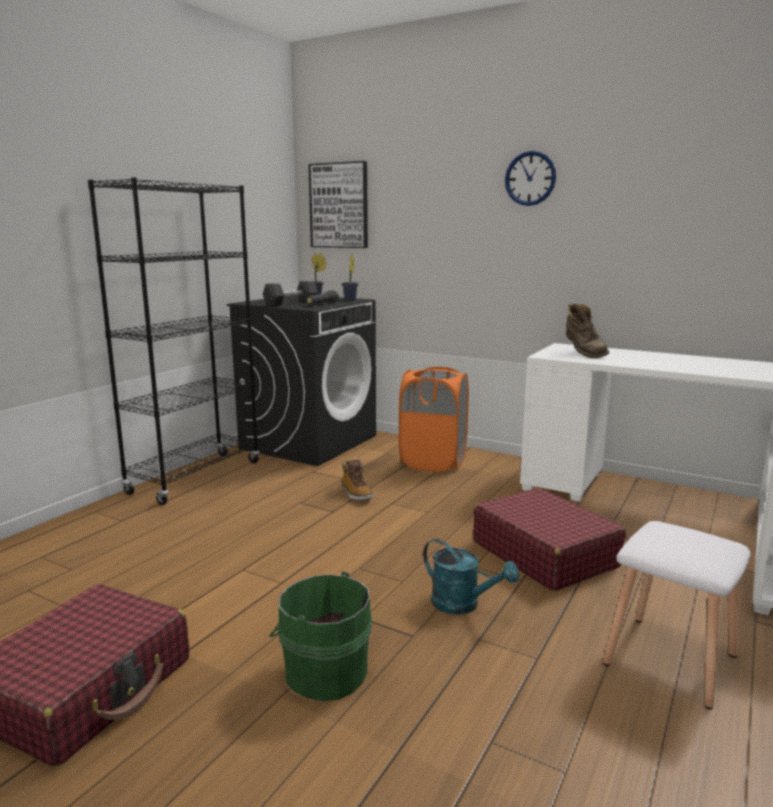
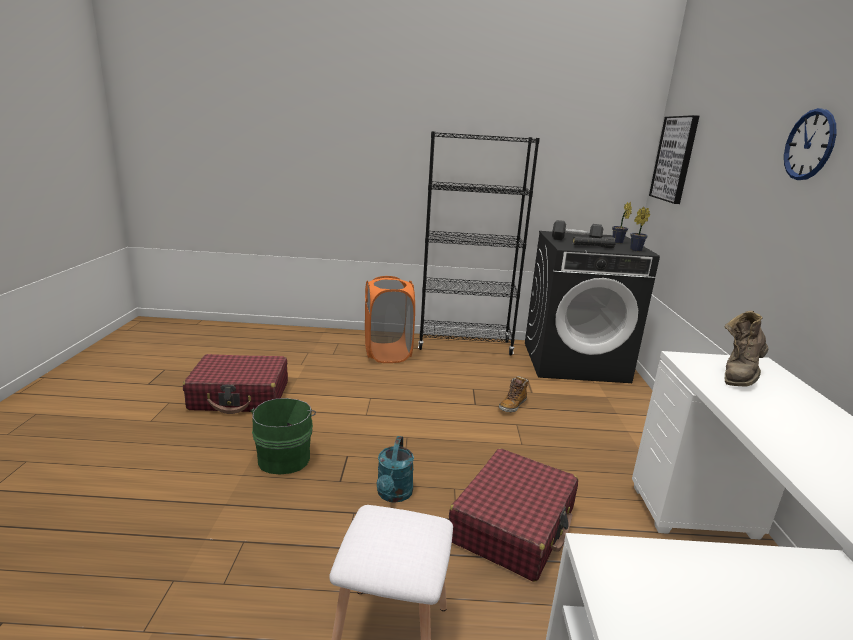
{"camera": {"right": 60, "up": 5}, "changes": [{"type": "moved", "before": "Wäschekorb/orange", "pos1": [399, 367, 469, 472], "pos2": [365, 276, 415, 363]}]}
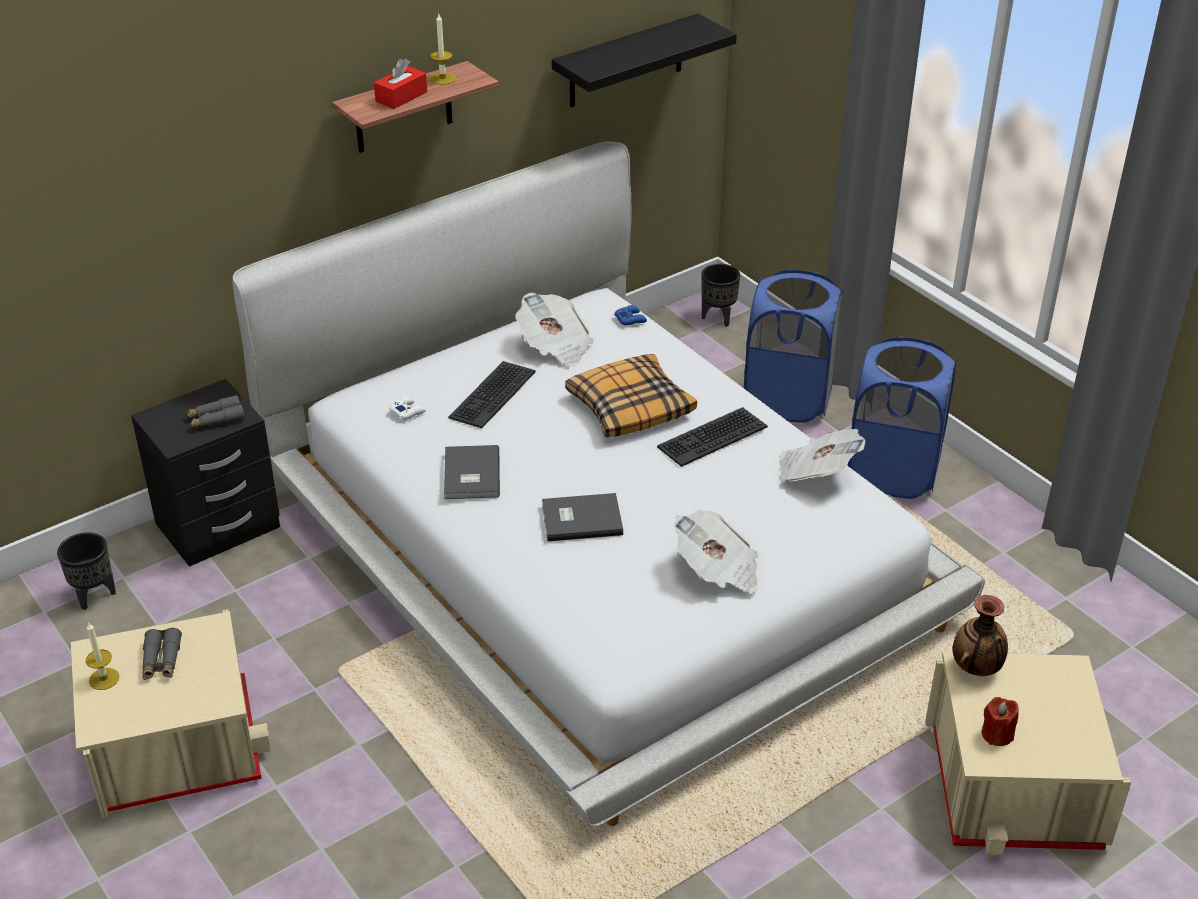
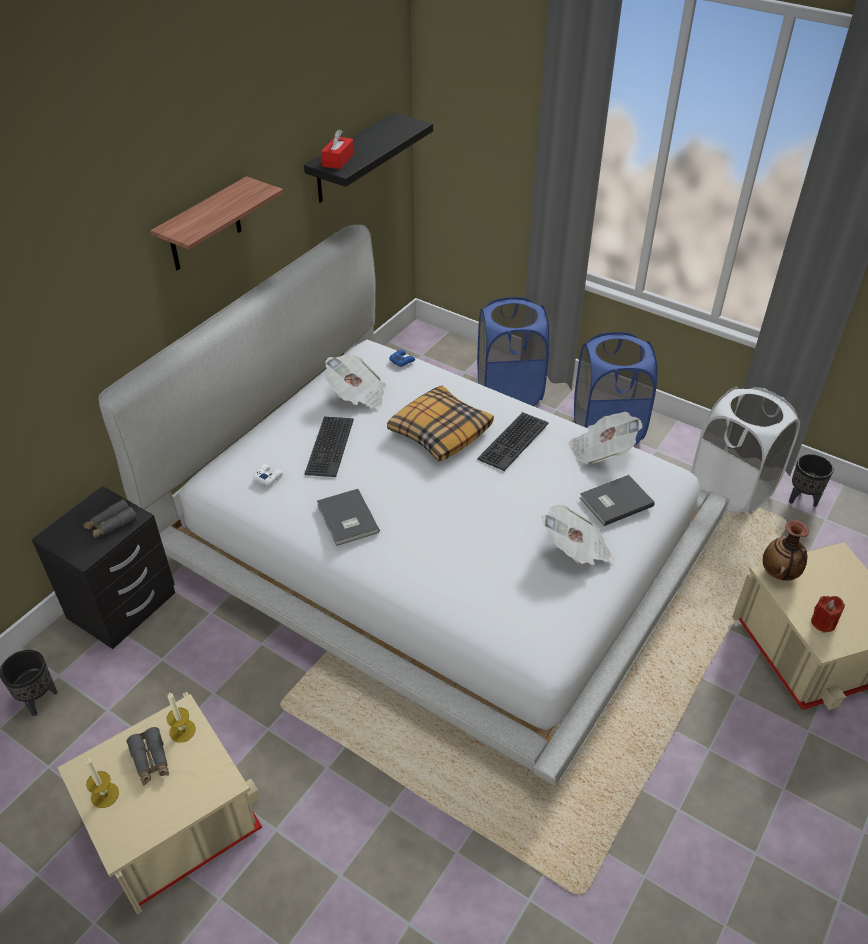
{"camera": {"right": -20, "up": 5}, "changes": [{"type": "added", "after": "Wäschekorb/weiß", "pos2": [692, 387, 800, 514]}, {"type": "moved", "before": "Taschentuchbox/rot", "pos1": [374, 59, 427, 109], "pos2": [321, 130, 354, 169]}, {"type": "moved", "before": "Kerze", "pos1": [430, 14, 456, 85], "pos2": [166, 692, 196, 743]}, {"type": "moved", "before": "Buch/grau", "pos1": [542, 493, 623, 542], "pos2": [580, 475, 655, 526]}, {"type": "moved", "before": "Pflanzkübel/schwarz", "pos1": [701, 264, 740, 327], "pos2": [789, 454, 834, 507]}]}
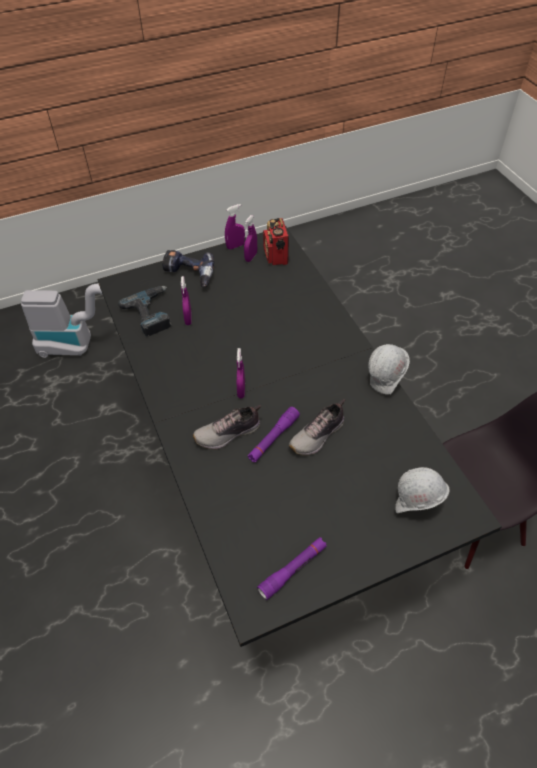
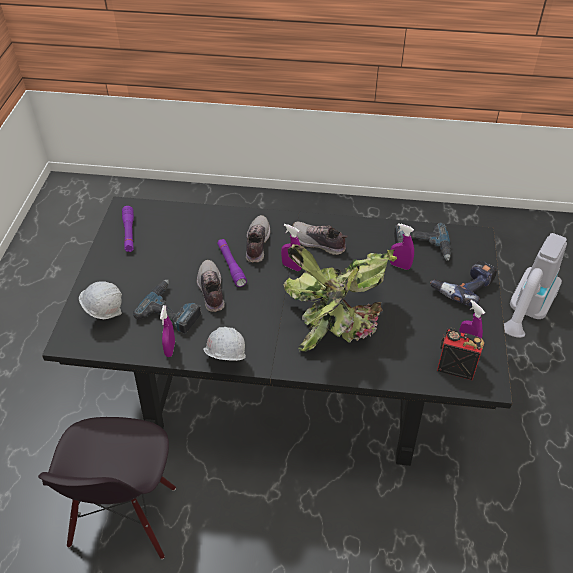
{"camera": {"right": 120, "up": -5}, "changes": [{"type": "added", "after": "Bohrmaschine", "pos2": [133, 280, 202, 334]}, {"type": "added", "after": "Topfpflanze", "pos2": [284, 244, 397, 351]}, {"type": "added", "after": "Schuh", "pos2": [293, 222, 348, 255]}, {"type": "moved", "before": "Sprühflasche/lila", "pos1": [225, 204, 245, 249], "pos2": [160, 305, 175, 357]}]}
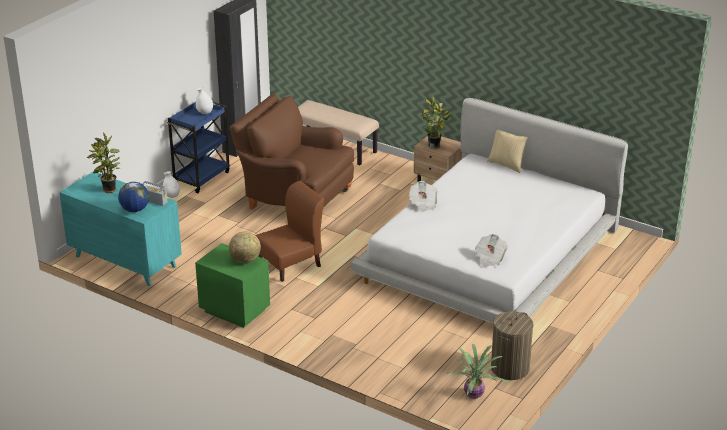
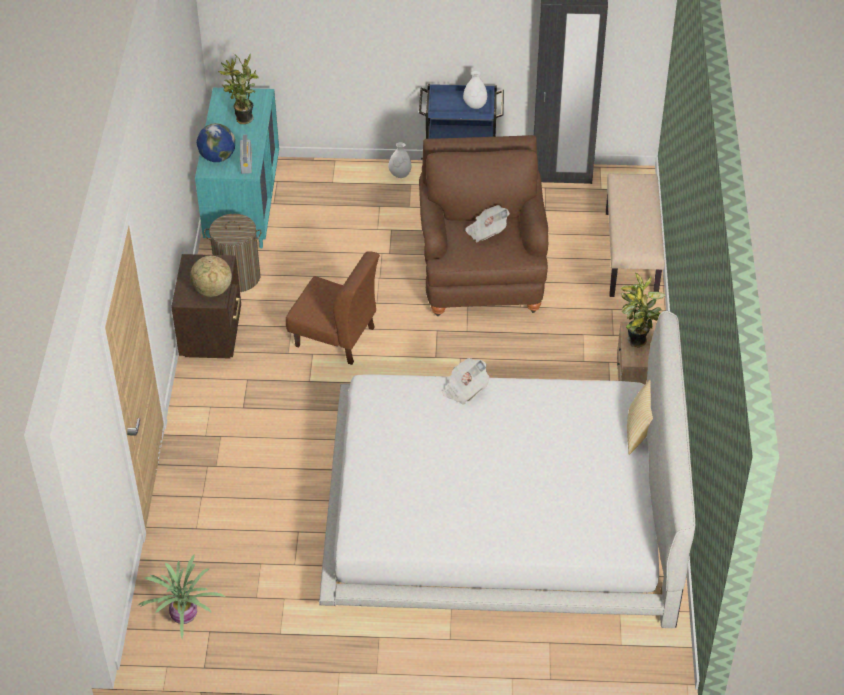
{"camera": {"right": 60, "up": 15}, "changes": [{"type": "moved", "before": "Zeitung", "pos1": [475, 234, 508, 267], "pos2": [465, 205, 510, 242]}, {"type": "moved", "before": "Wäschekorb", "pos1": [491, 311, 534, 380], "pos2": [204, 214, 262, 292]}, {"type": "recoloured", "before": "Nachttisch/grün", "after": "Nachttisch/braun", "pos1": [195, 243, 270, 328], "pos2": [171, 254, 241, 358]}]}
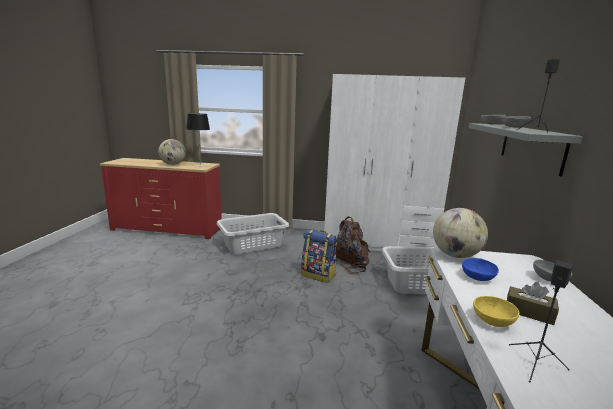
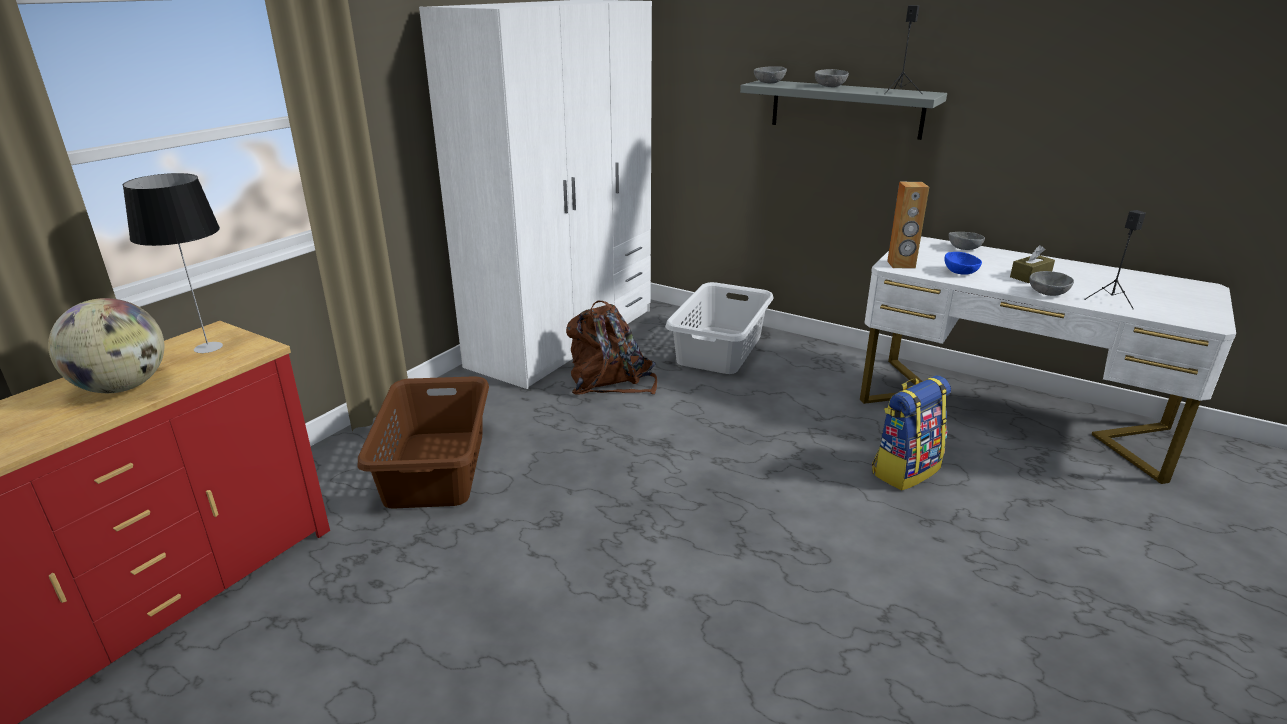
{"camera": {"right": -65, "up": 10}, "changes": [{"type": "moved", "before": "Rucksack", "pos1": [301, 230, 337, 283], "pos2": [872, 375, 951, 491]}, {"type": "replaced", "before": "Globus", "after": "Lautsprecher/braun", "pos1": [433, 208, 488, 258], "pos2": [887, 182, 929, 268]}, {"type": "recoloured", "before": "Wäschekorb/grau", "after": "Wäschekorb/braun", "pos1": [217, 213, 289, 255], "pos2": [357, 376, 489, 509]}, {"type": "recoloured", "before": "Schüssel/gelb", "after": "Schüssel/grau", "pos1": [473, 296, 520, 327], "pos2": [1029, 271, 1074, 296]}]}
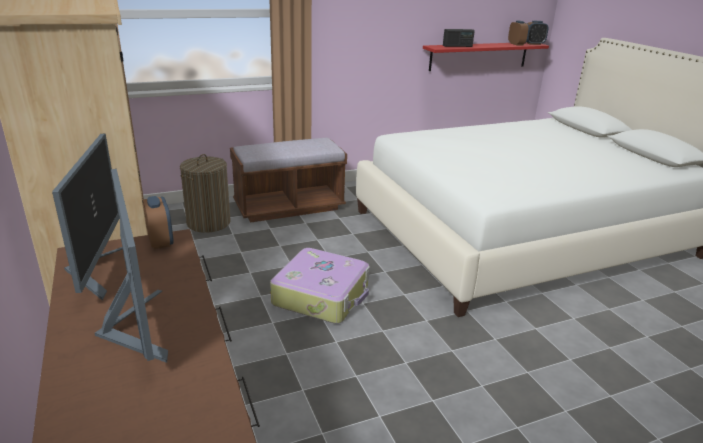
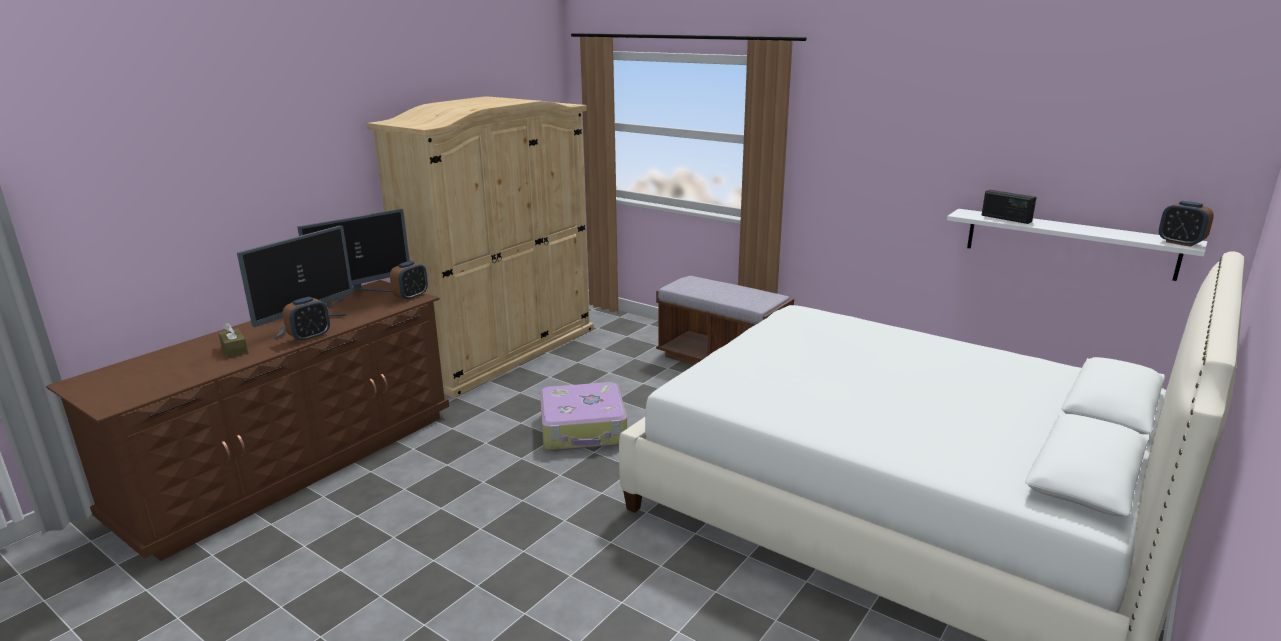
{"camera": {"right": 60, "up": -5}, "changes": [{"type": "removed", "before": "Wäschekorb", "pos1": [180, 154, 230, 233]}, {"type": "added", "after": "Taschentuchbox/braun", "pos2": [218, 322, 248, 357]}, {"type": "moved", "before": "Wecker", "pos1": [508, 20, 530, 45], "pos2": [283, 297, 330, 342]}, {"type": "recoloured", "before": "Wandregal/rot", "after": "Wandregal/weiß", "pos1": [423, 43, 549, 71], "pos2": [947, 209, 1207, 281]}]}
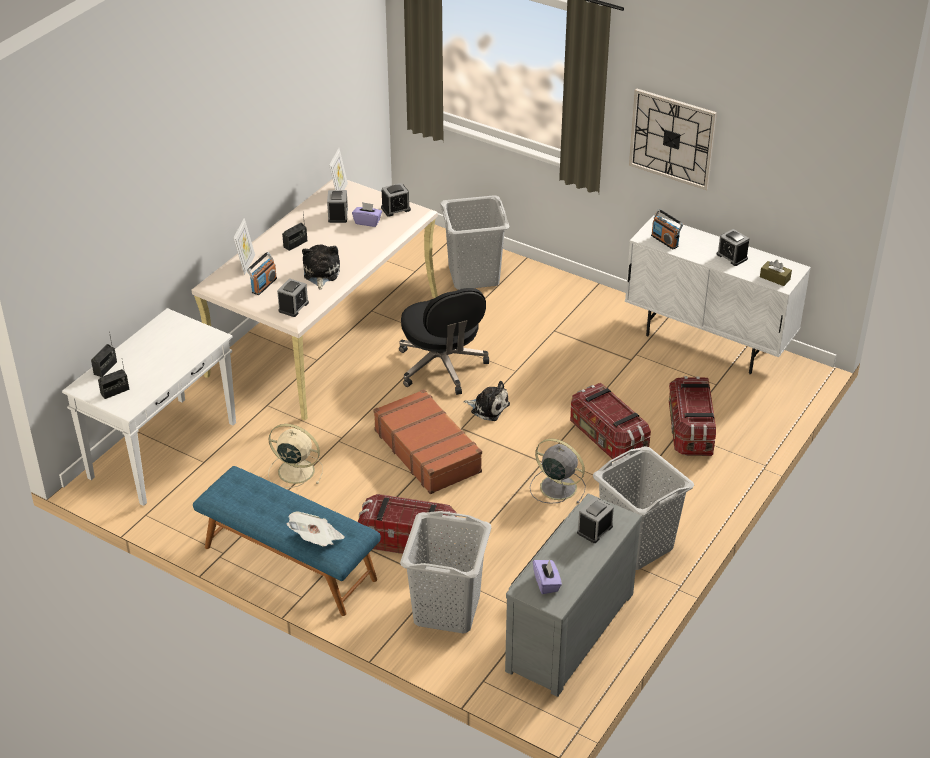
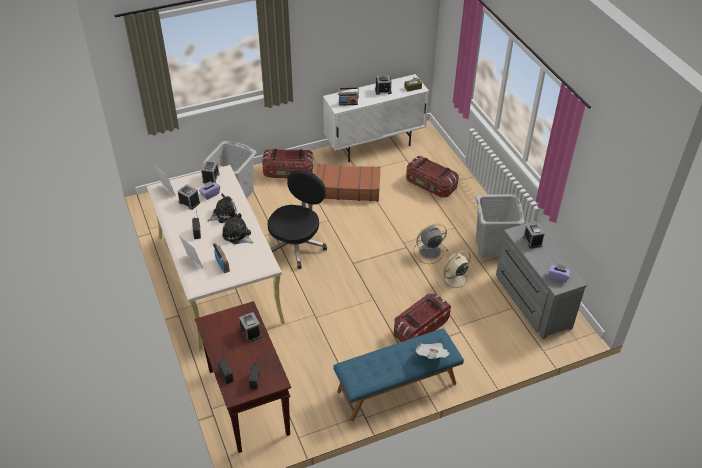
{"camera": {"right": -55, "up": 5}, "changes": [{"type": "removed", "before": "Wäschekorb/grau", "pos1": [400, 511, 492, 634]}, {"type": "removed", "before": "Wanduhr", "pos1": [629, 88, 717, 190]}, {"type": "moved", "before": "Ventilator/beige", "pos1": [268, 424, 323, 488], "pos2": [438, 250, 473, 293]}, {"type": "moved", "before": "Wecker", "pos1": [277, 278, 309, 317], "pos2": [239, 312, 262, 342]}, {"type": "moved", "before": "Koffer/braun", "pos1": [373, 389, 482, 494], "pos2": [317, 164, 381, 202]}, {"type": "moved", "before": "Plüschtier", "pos1": [463, 381, 510, 421], "pos2": [208, 194, 238, 223]}, {"type": "moved", "before": "Aufbewahrungsbox", "pos1": [570, 383, 651, 461], "pos2": [262, 149, 313, 178]}, {"type": "recoloured", "before": "Konsolentisch/weiß", "after": "Konsolentisch/braun", "pos1": [62, 308, 236, 506], "pos2": [195, 301, 291, 453]}, {"type": "turned", "before": "Bürostuhl/schwarz", "pos1": [399, 288, 489, 395], "pos2": [268, 169, 327, 269], "turn": -75}]}
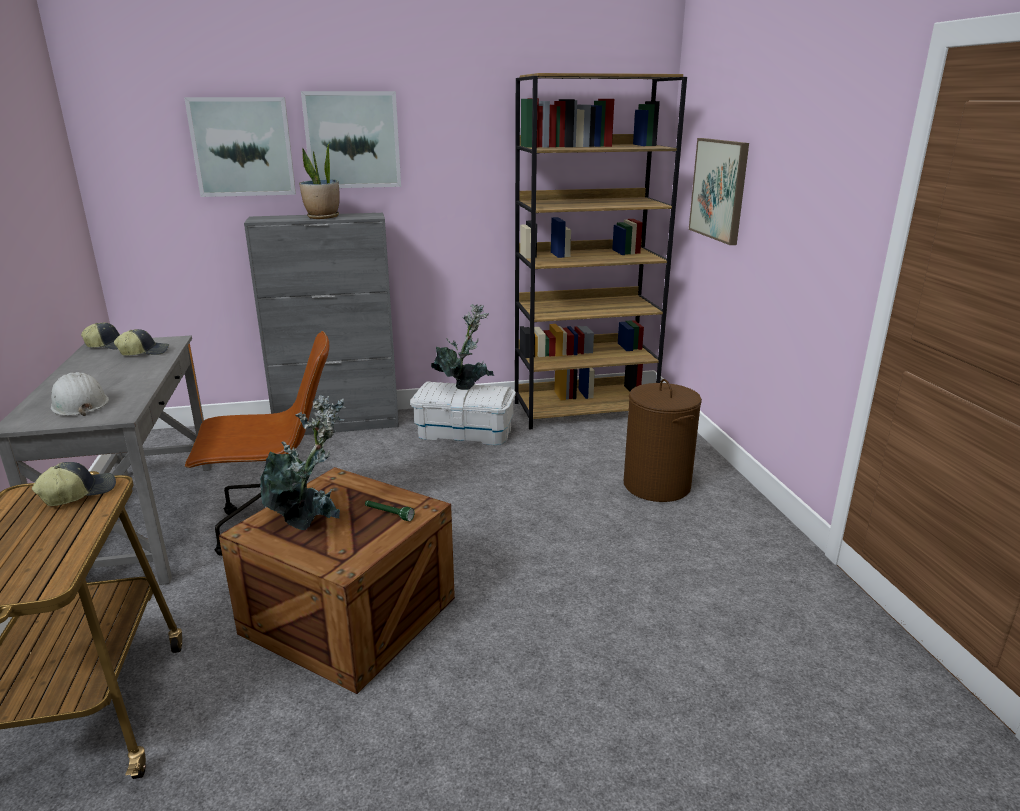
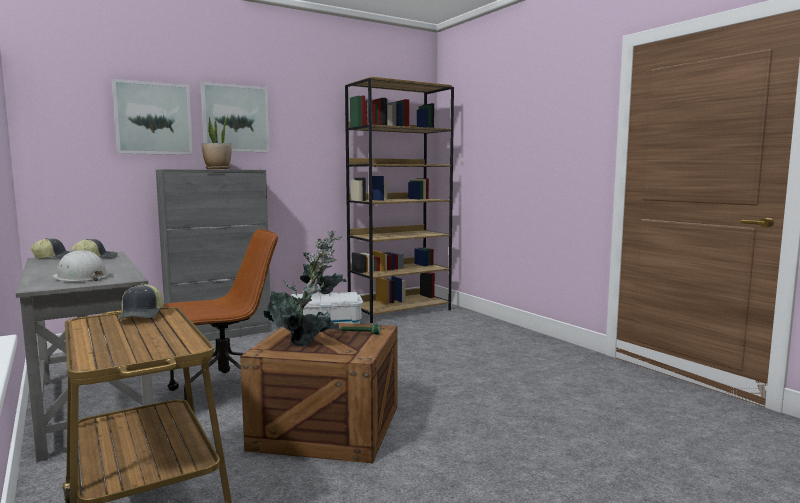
{"camera": {"right": -20, "up": -15}, "changes": [{"type": "removed", "before": "Wäschekorb/braun", "pos1": [624, 379, 702, 502]}, {"type": "removed", "before": "Bild", "pos1": [689, 138, 749, 245]}, {"type": "turned", "before": "Kappe", "pos1": [32, 462, 116, 506], "pos2": [117, 284, 163, 321], "turn": 150}]}
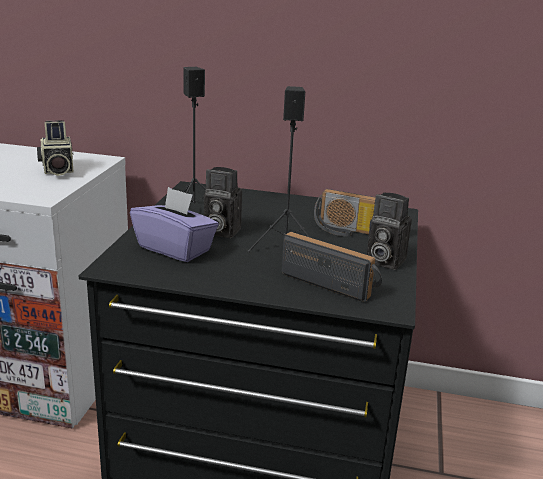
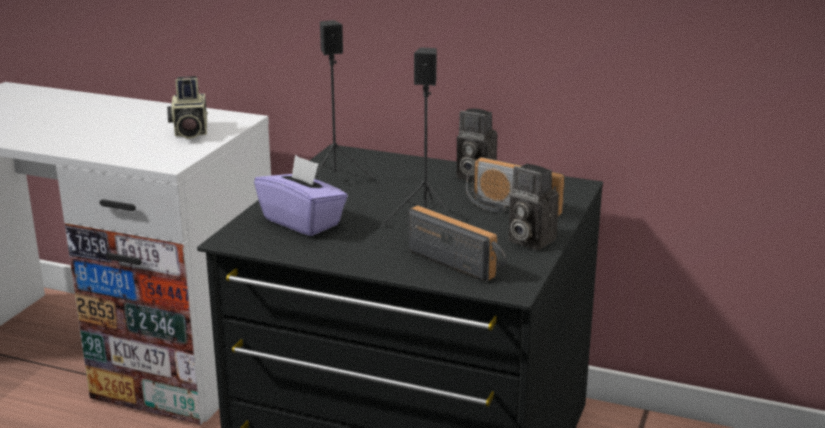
{"camera": {"right": 10, "up": 0}, "changes": [{"type": "moved", "before": "Kamera", "pos1": [204, 167, 242, 238], "pos2": [457, 108, 497, 181]}]}
